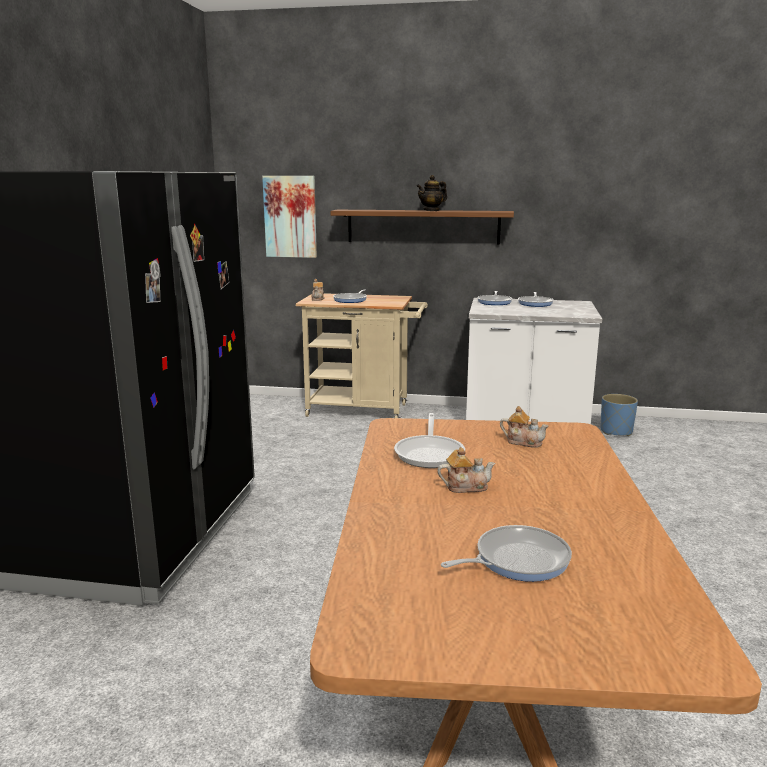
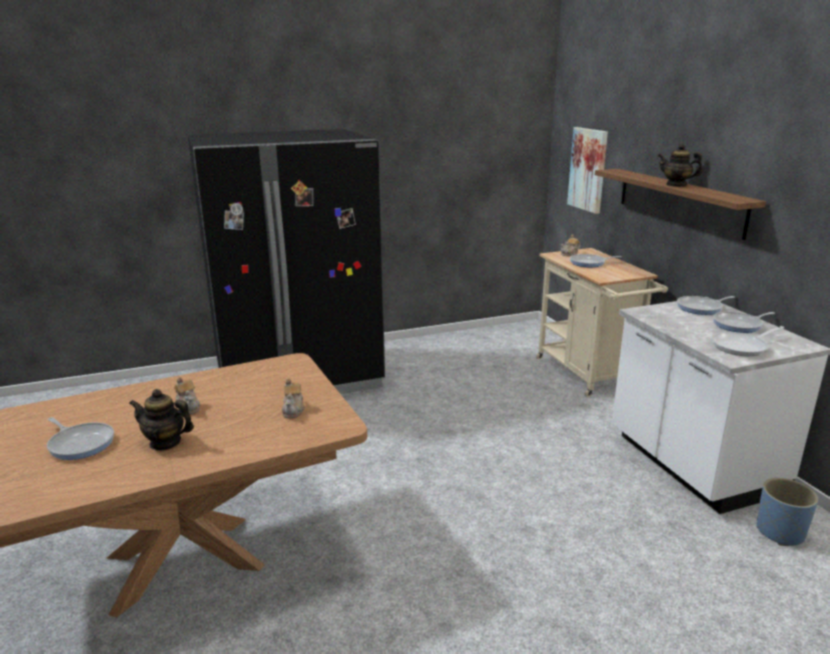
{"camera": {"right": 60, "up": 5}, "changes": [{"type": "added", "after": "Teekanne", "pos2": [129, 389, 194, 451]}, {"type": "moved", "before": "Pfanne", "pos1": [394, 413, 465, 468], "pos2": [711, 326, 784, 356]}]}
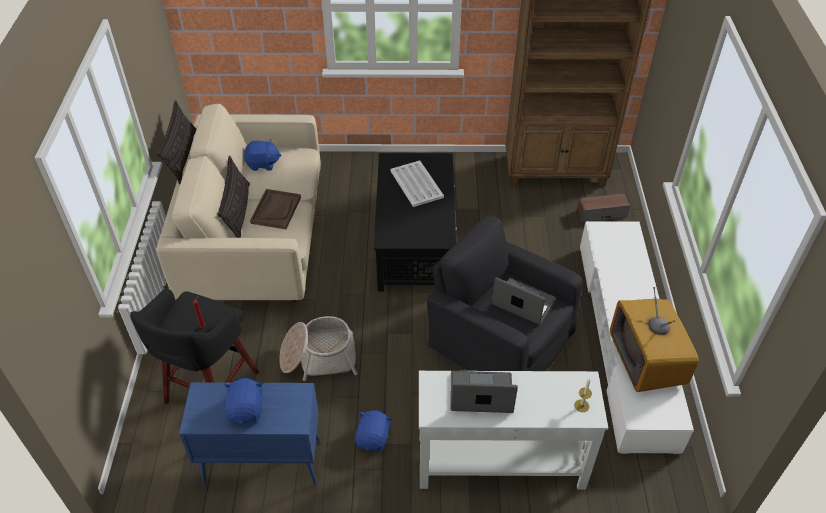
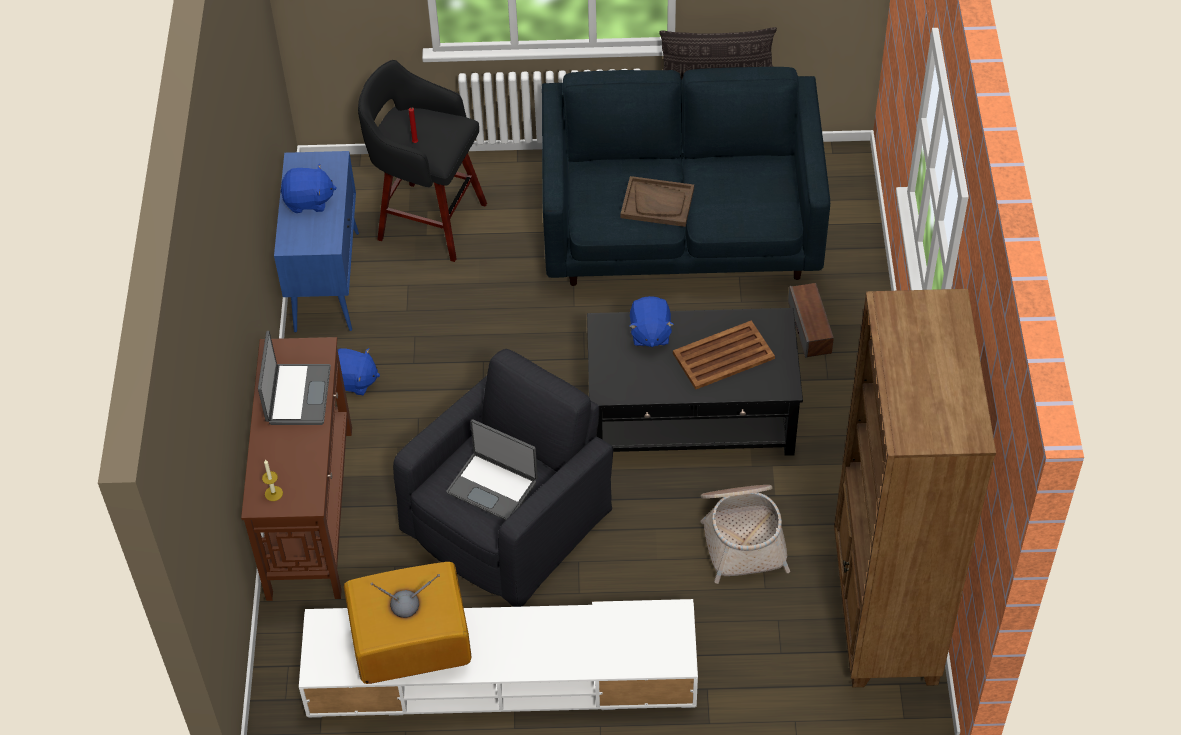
{"camera": {"right": 90, "up": 5}, "changes": [{"type": "removed", "before": "Kissen", "pos1": [218, 156, 250, 238]}, {"type": "moved", "before": "Plüschtier/blau", "pos1": [244, 139, 281, 171], "pos2": [629, 296, 674, 347]}, {"type": "moved", "before": "Korb", "pos1": [279, 316, 357, 381], "pos2": [700, 485, 790, 584]}, {"type": "moved", "before": "Lautsprecher", "pos1": [577, 194, 630, 222], "pos2": [788, 283, 834, 358]}, {"type": "recoloured", "before": "Sofa/beige", "after": "Sofa/blau", "pos1": [156, 104, 321, 301], "pos2": [542, 67, 830, 286]}, {"type": "recoloured", "before": "Tablett/weiß", "after": "Tablett/braun", "pos1": [390, 160, 444, 207], "pos2": [673, 321, 775, 390]}, {"type": "recoloured", "before": "Konsolentisch/weiß", "after": "Konsolentisch/braun", "pos1": [419, 371, 608, 490], "pos2": [241, 337, 352, 601]}, {"type": "turned", "before": "Laptop", "pos1": [492, 277, 556, 325], "pos2": [447, 419, 538, 520], "turn": 90}]}
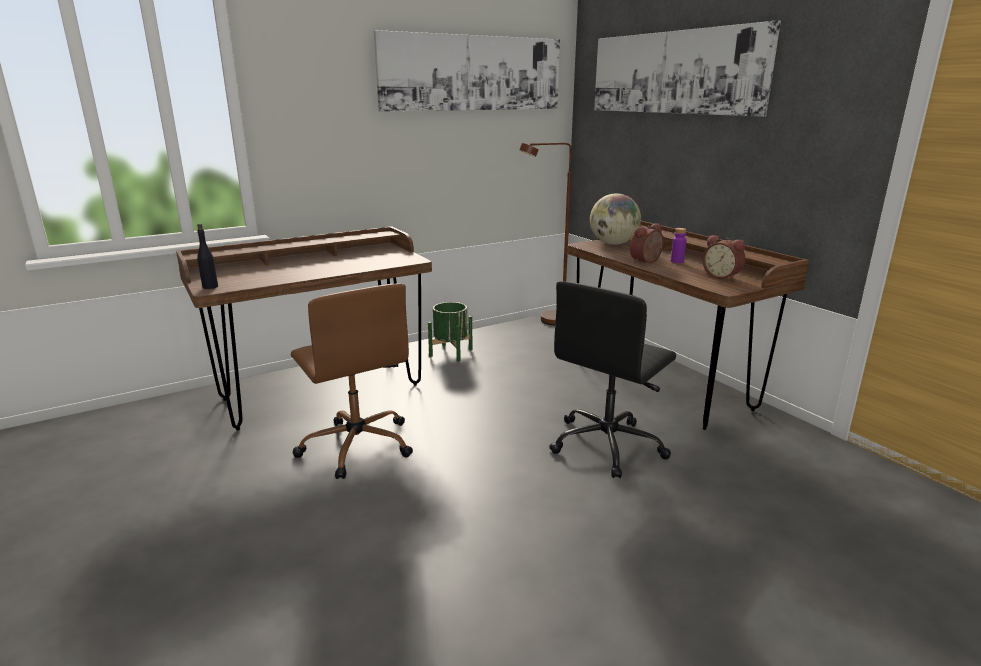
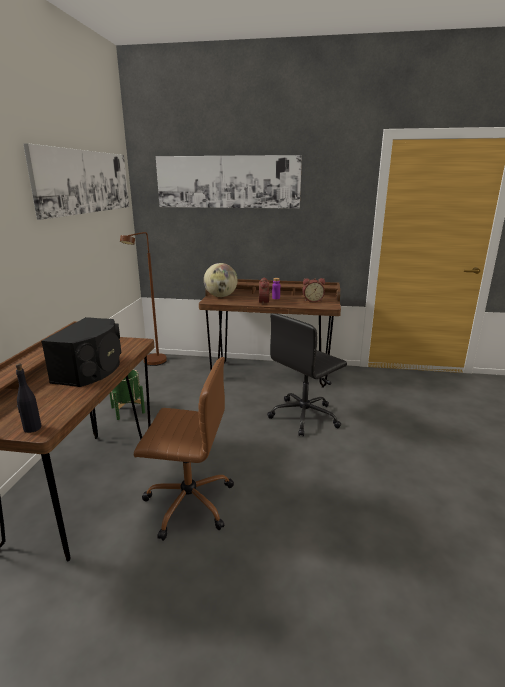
{"camera": {"right": -50, "up": 0}, "changes": [{"type": "added", "after": "Lautsprecher/schwarz", "pos2": [41, 317, 121, 387]}, {"type": "turned", "before": "Bürostuhl/schwarz", "pos1": [549, 282, 676, 478], "pos2": [267, 313, 347, 436], "turn": 60}]}
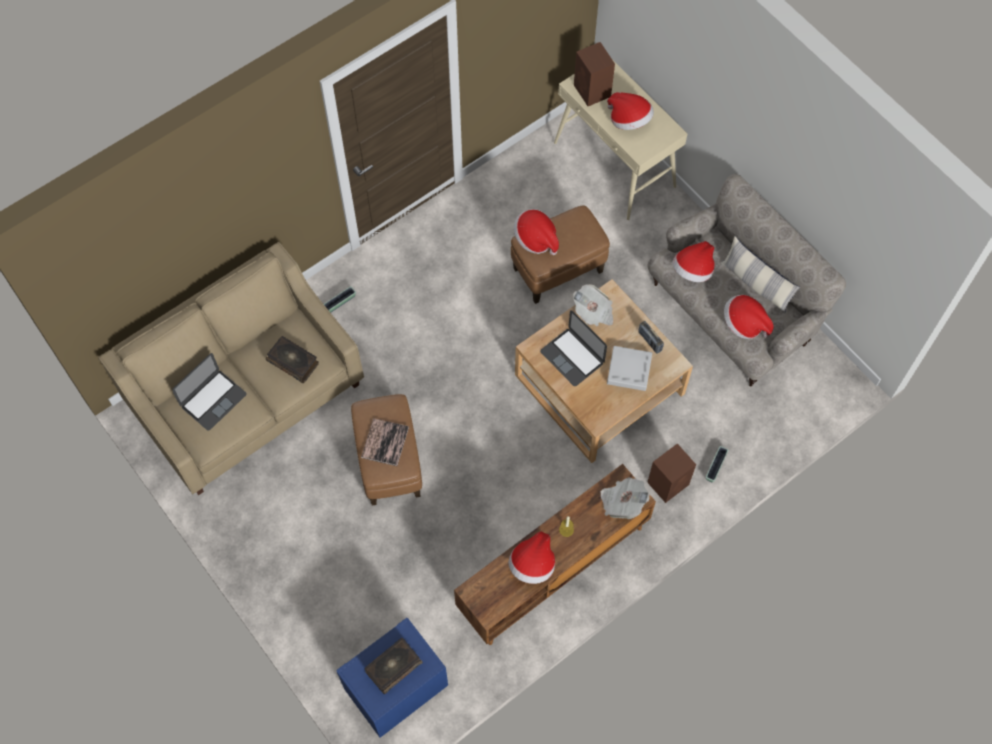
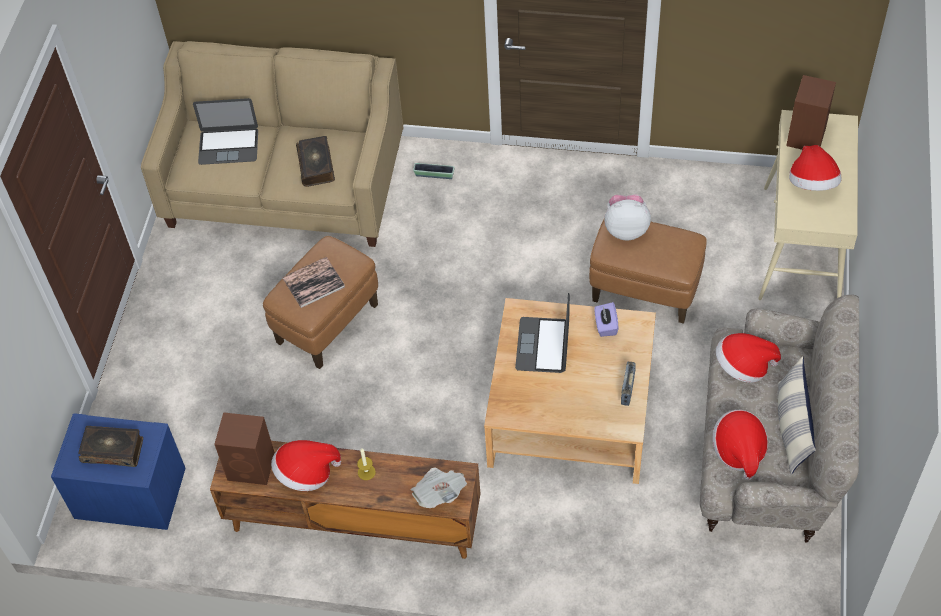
{"camera": {"right": 50, "up": -10}, "changes": [{"type": "removed", "before": "Tablett/grau", "pos1": [607, 346, 652, 391]}, {"type": "removed", "before": "Pflanzkübel", "pos1": [706, 446, 728, 482]}, {"type": "moved", "before": "Lautsprecher/braun", "pos1": [647, 444, 696, 503], "pos2": [214, 412, 275, 485]}, {"type": "replaced", "before": "Hut", "after": "Plüschtier", "pos1": [514, 209, 559, 255], "pos2": [604, 194, 651, 240]}, {"type": "replaced", "before": "Zeitung", "after": "Taschentuchbox/lila", "pos1": [573, 284, 613, 326], "pos2": [595, 302, 618, 337]}]}
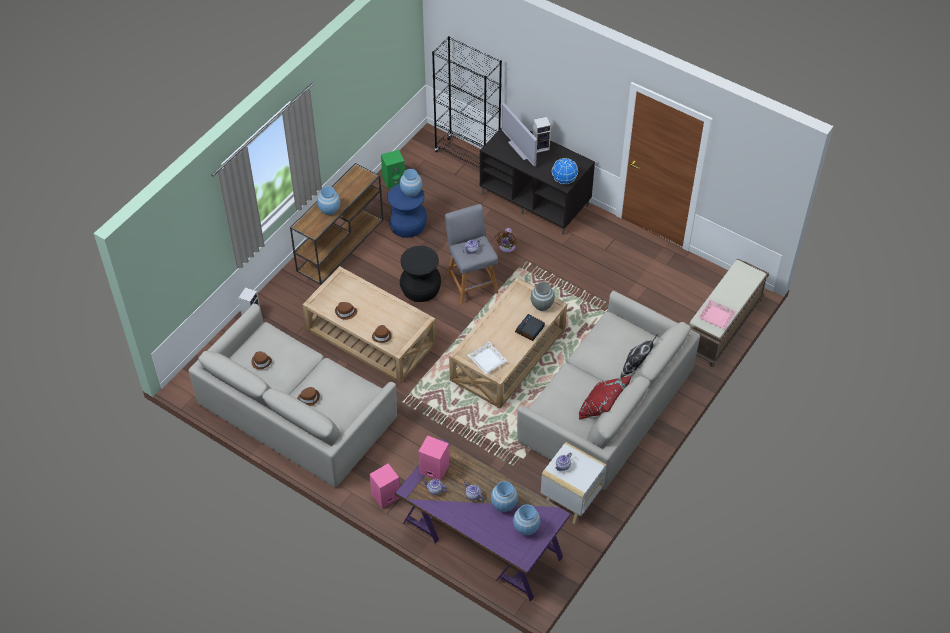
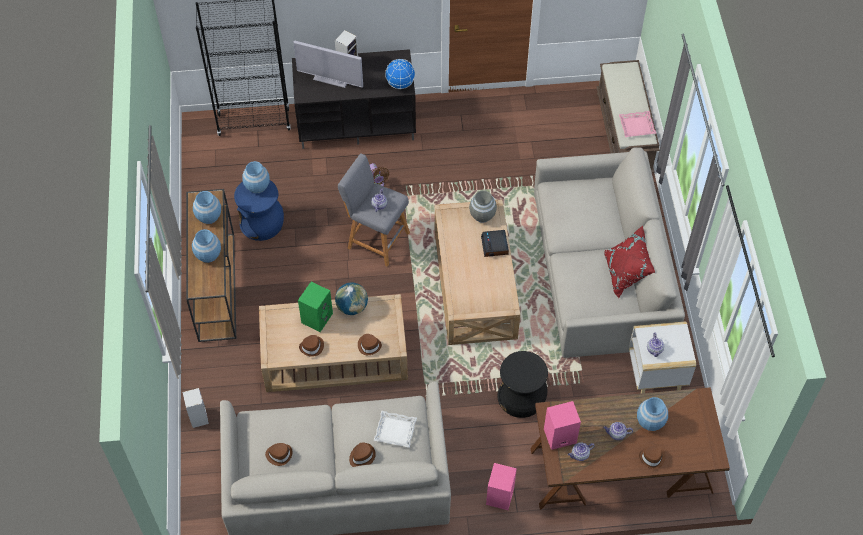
{"camera": {"right": -40, "up": 5}, "changes": [{"type": "removed", "before": "Kissen", "pos1": [620, 334, 658, 378]}, {"type": "added", "after": "Globus", "pos2": [335, 283, 368, 315]}, {"type": "added", "after": "Hut/braun", "pos2": [639, 445, 666, 469]}, {"type": "moved", "before": "Lautsprecher/grün", "pos1": [381, 150, 405, 189], "pos2": [298, 282, 333, 332]}, {"type": "moved", "before": "Hocker/schwarz", "pos1": [400, 246, 441, 302], "pos2": [497, 351, 548, 418]}, {"type": "moved", "before": "Tablett/weiß", "pos1": [468, 342, 508, 374], "pos2": [373, 411, 417, 448]}, {"type": "moved", "before": "Vase/blau", "pos1": [513, 504, 541, 535], "pos2": [193, 191, 221, 224]}, {"type": "recoloured", "before": "Schreibtisch/lila", "after": "Schreibtisch/braun", "pos1": [395, 439, 570, 602], "pos2": [531, 387, 730, 510]}]}
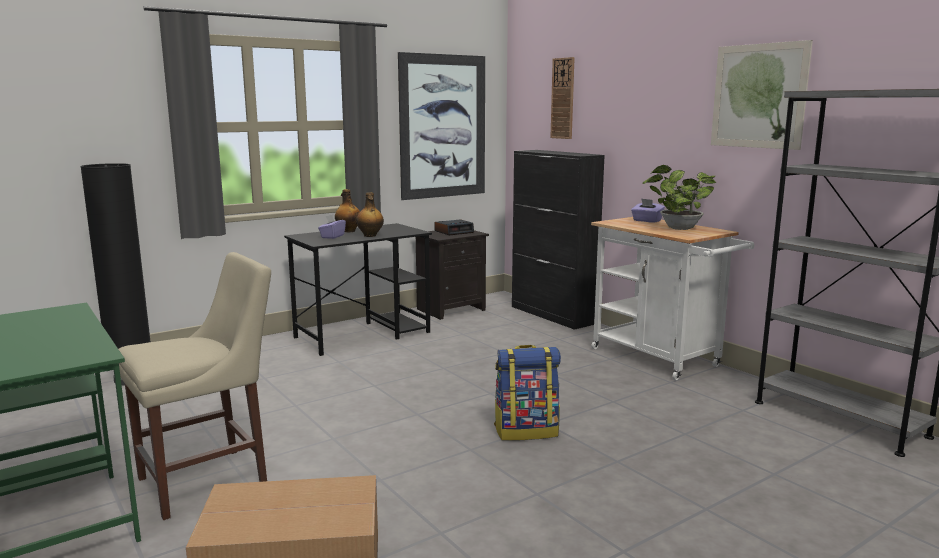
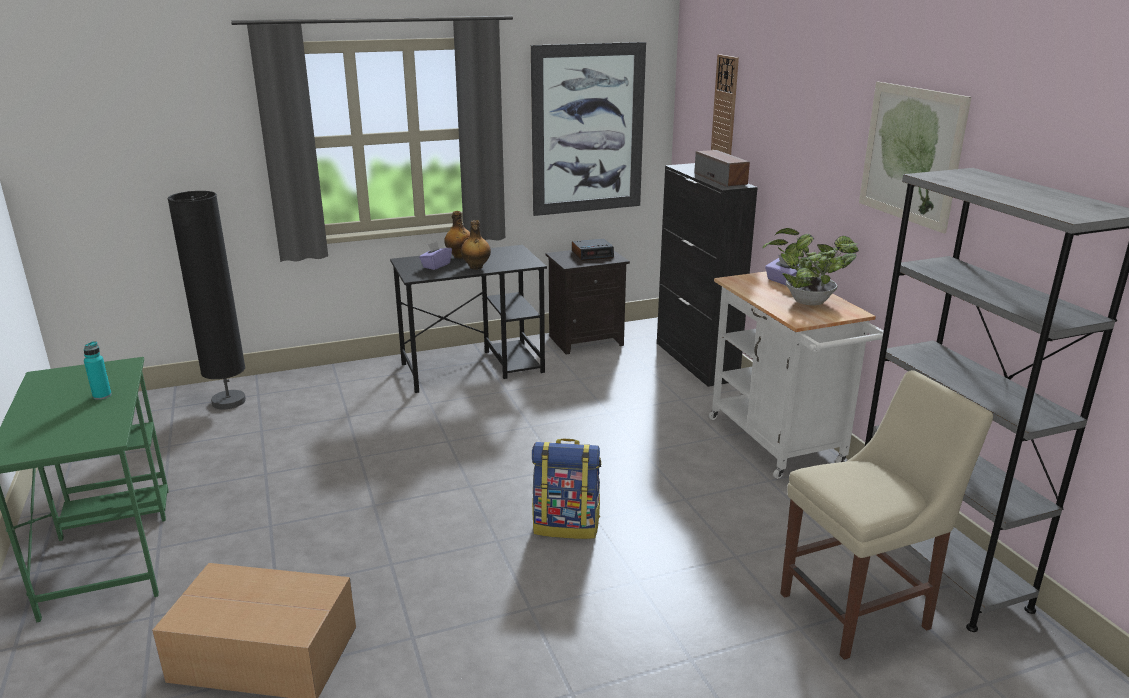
{"camera": {"right": 15, "up": 10}, "changes": [{"type": "added", "after": "Flasche/türkis", "pos2": [84, 341, 112, 400]}, {"type": "added", "after": "Lautsprecher", "pos2": [694, 150, 750, 187]}, {"type": "moved", "before": "Stuhl/beige", "pos1": [119, 252, 271, 520], "pos2": [780, 370, 993, 660]}]}
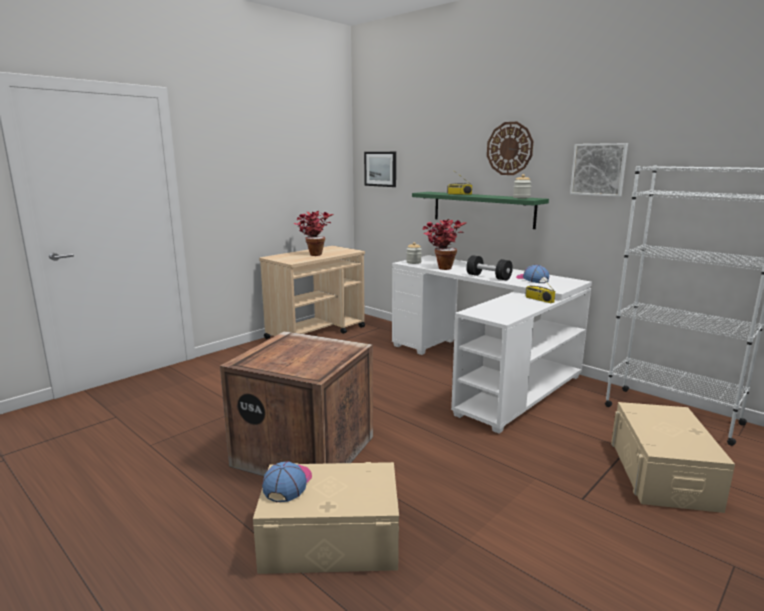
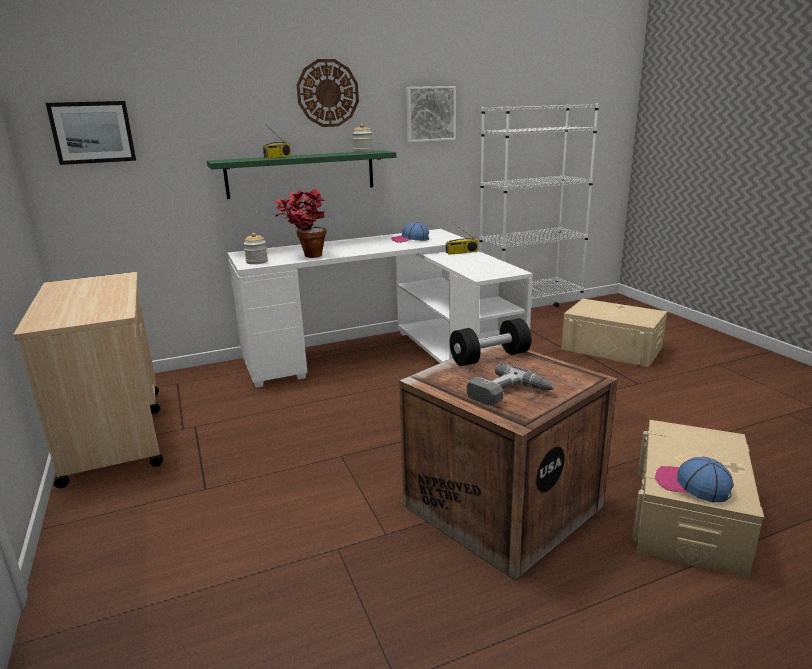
{"camera": {"right": -65, "up": 5}, "changes": [{"type": "removed", "before": "Topfpflanze", "pos1": [294, 211, 333, 256]}, {"type": "added", "after": "Bohrmaschine", "pos2": [467, 363, 555, 406]}, {"type": "moved", "before": "Hantel/schwarz", "pos1": [466, 255, 513, 281], "pos2": [450, 318, 531, 366]}]}
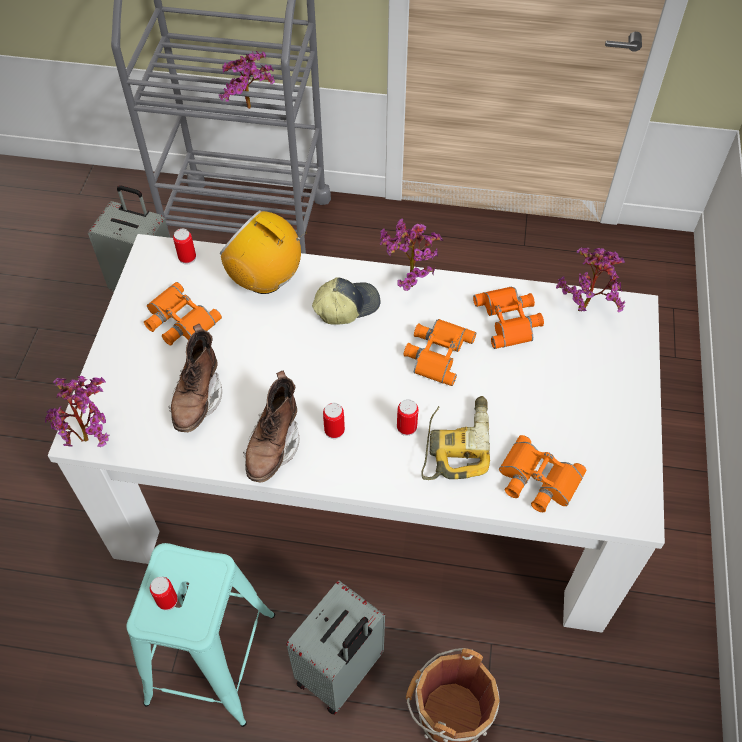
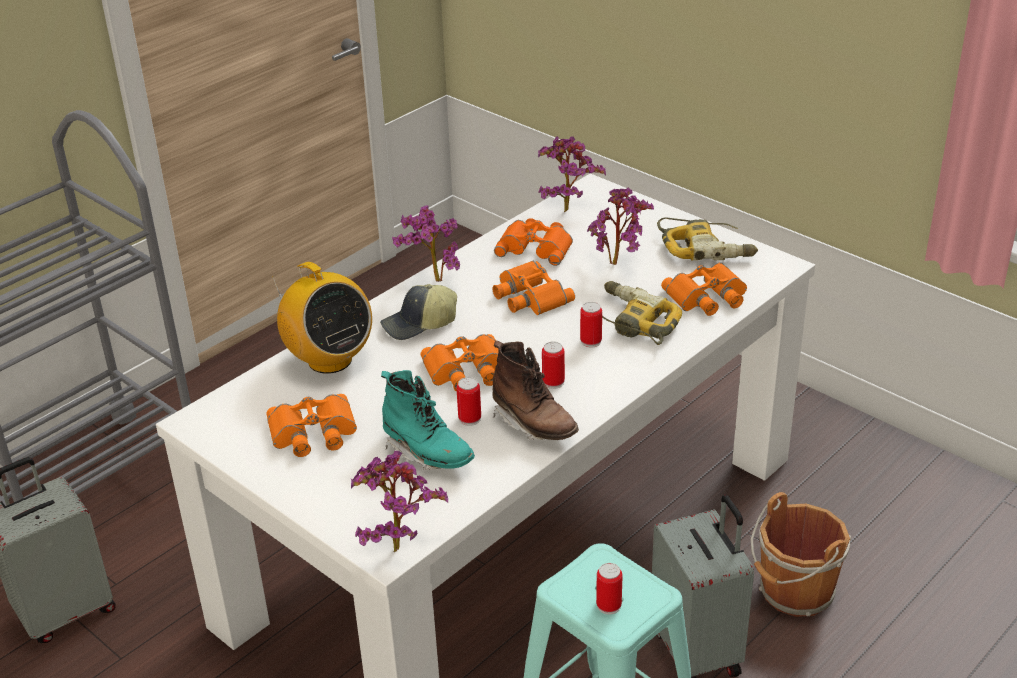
{"camera": {"right": -55, "up": -20}, "changes": [{"type": "added", "after": "Fernglas/orange", "pos2": [421, 334, 499, 392]}, {"type": "added", "after": "Bohrmaschine", "pos2": [657, 217, 758, 261]}, {"type": "moved", "before": "Dose", "pos1": [173, 229, 196, 265], "pos2": [456, 377, 481, 426]}, {"type": "moved", "before": "Topfpflanze", "pos1": [219, 51, 275, 109], "pos2": [587, 187, 654, 265]}, {"type": "recoloured", "before": "Stiefel/braun", "after": "Stiefel/türkis", "pos1": [168, 324, 222, 432], "pos2": [381, 370, 475, 470]}, {"type": "turned", "before": "Radio", "pos1": [220, 210, 307, 294], "pos2": [272, 262, 372, 374], "turn": -105}, {"type": "turned", "before": "Kappe", "pos1": [312, 277, 381, 325], "pos2": [380, 284, 457, 340], "turn": -120}]}
